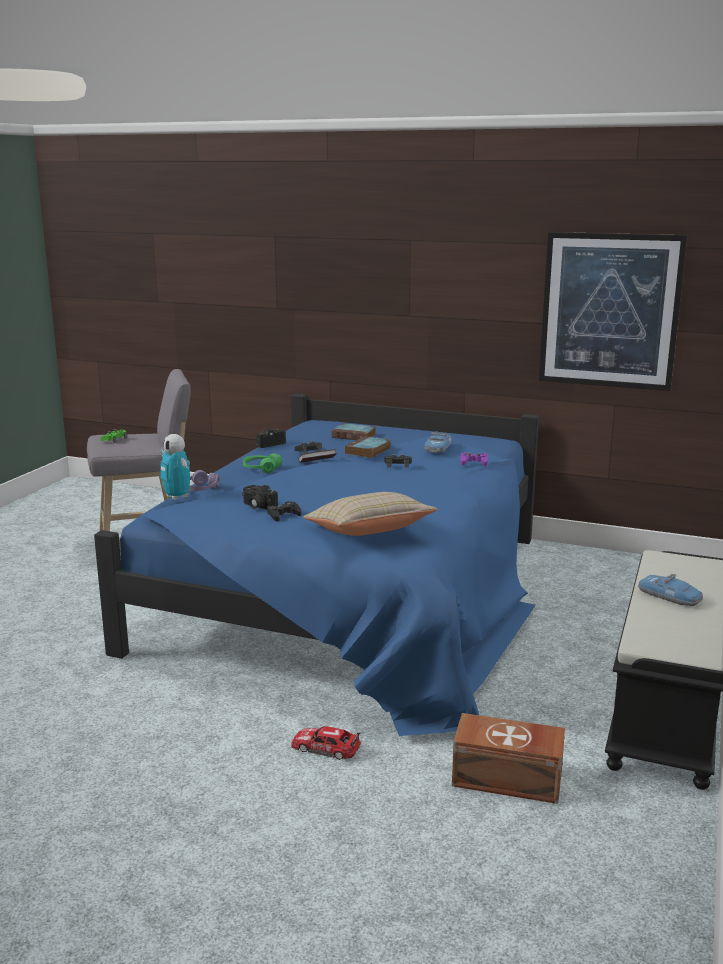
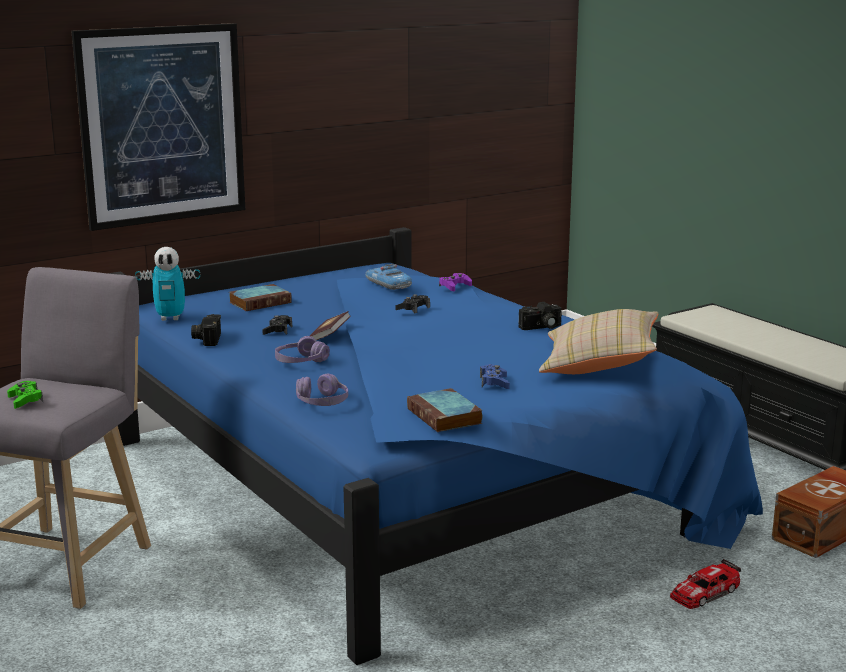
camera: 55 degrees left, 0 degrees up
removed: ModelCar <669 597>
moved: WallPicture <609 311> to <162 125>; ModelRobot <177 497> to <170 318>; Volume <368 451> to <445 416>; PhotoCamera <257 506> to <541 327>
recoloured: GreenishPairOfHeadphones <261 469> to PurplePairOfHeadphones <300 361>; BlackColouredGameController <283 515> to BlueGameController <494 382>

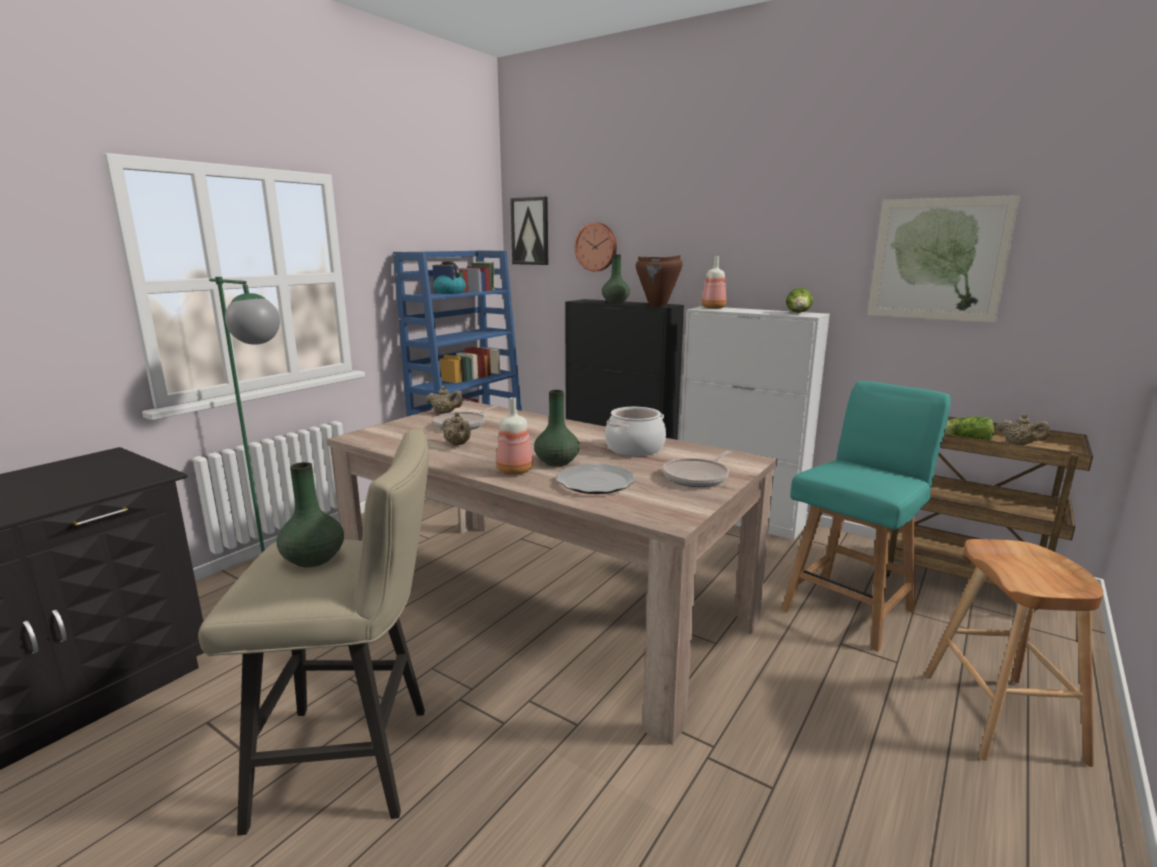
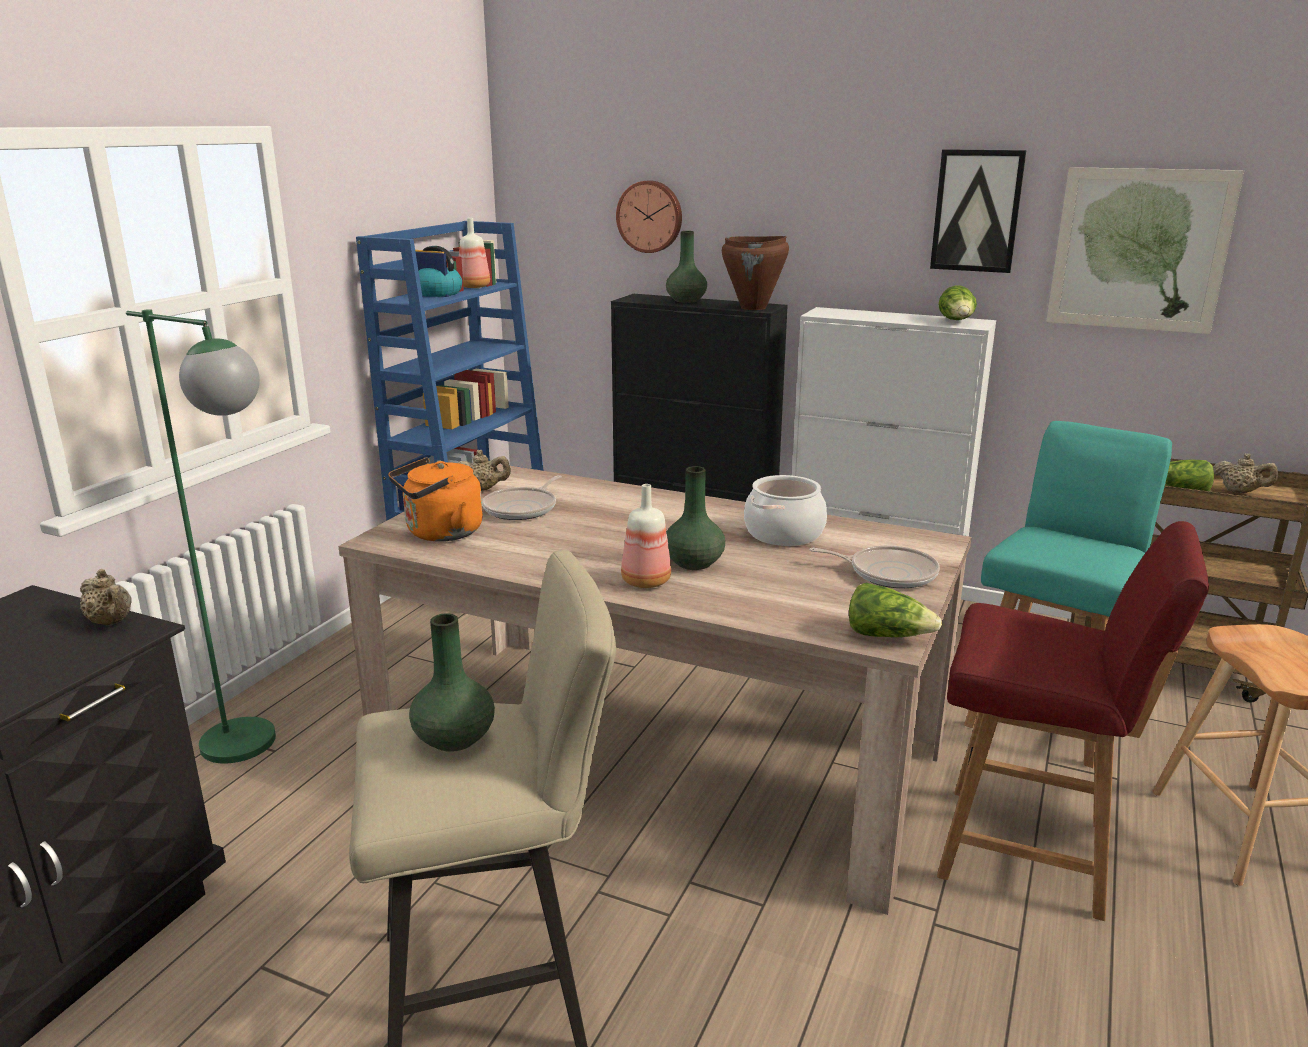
camera: 10 degrees left, 5 degrees up
removed: FlatDish <596 482>
added: OrangeyWaterKettle <440 533>; Lettuce <887 635>; RedUprightChair <1029 851>
moved: SandColouredPotForTea <458 444> to <111 622>; BeverageBottle <713 308> to <474 287>; WallPicture <530 231> to <977 211>
turned: FryingPan <697 477> = <888 573> 105 degrees counterclockwise

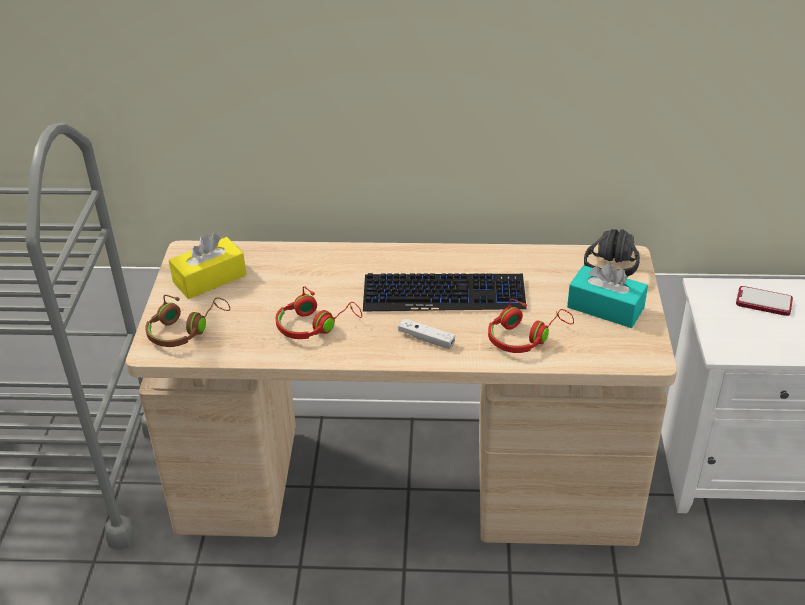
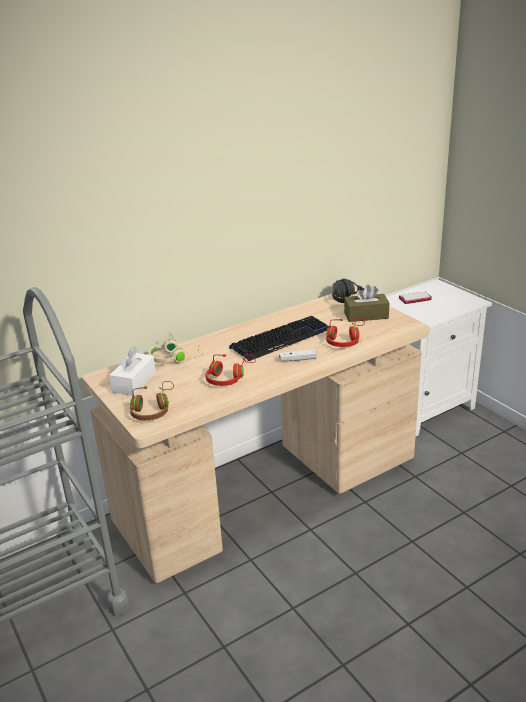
camera: 35 degrees left, 10 degrees down
added: SandColouredPairOfHeadphones <174 358>
recoloured: YellowColouredTissueBox <209 279> to WhiteColouredTissueBox <134 382>; TurquoiseTissueBox <605 308> to BrownishTissueBox <366 315>

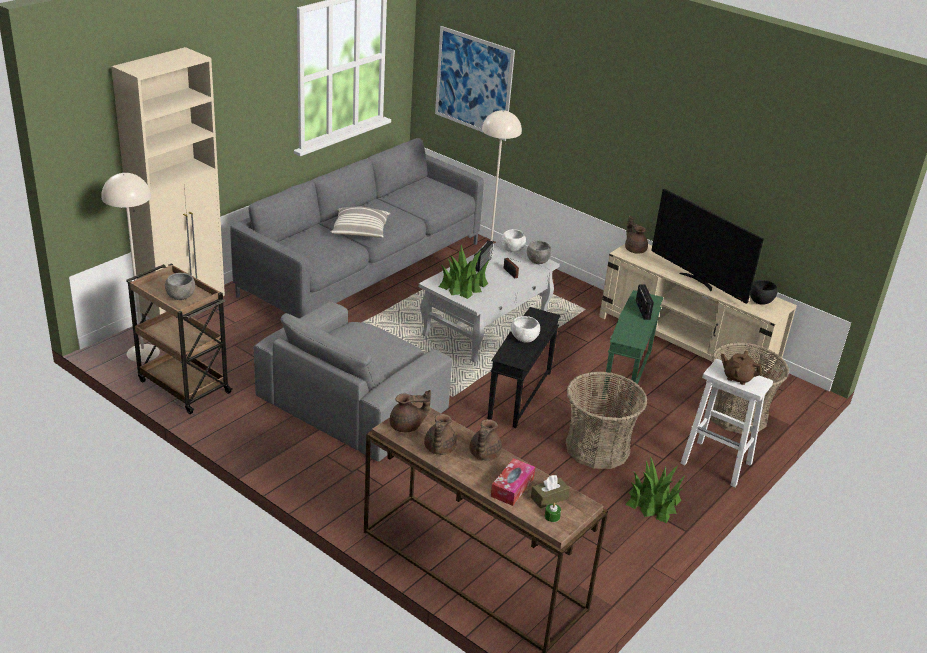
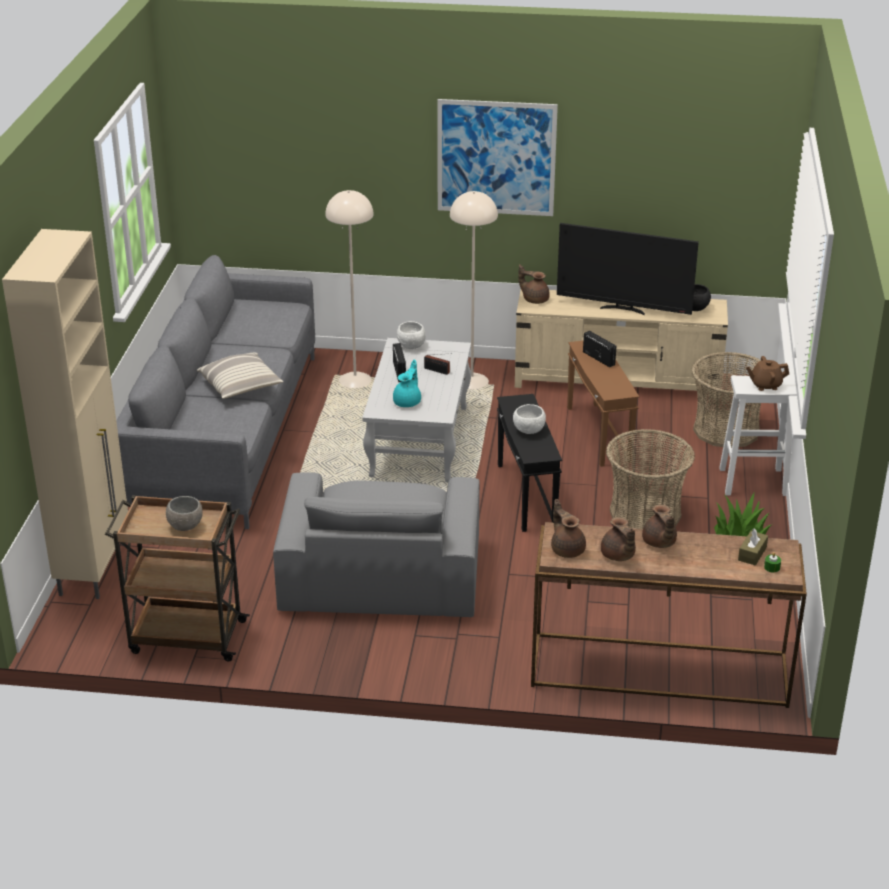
camera: 30 degrees left, 0 degrees up
removed: TissueBox <512 487>; GrayServingBowl <537 261>
moved: WallPicture <473 83> to <496 158>; SandColouredStandardLamp <143 352> to <472 381>
replaced: Houseplant <463 285> to TurquoisePotForTea <408 402>
recoloured: GreenishSideTable <626 375> to BrownishSideTable <597 434>
turned: BrownishPotForTea <407 426> = <567 549> 75 degrees counterclockwise

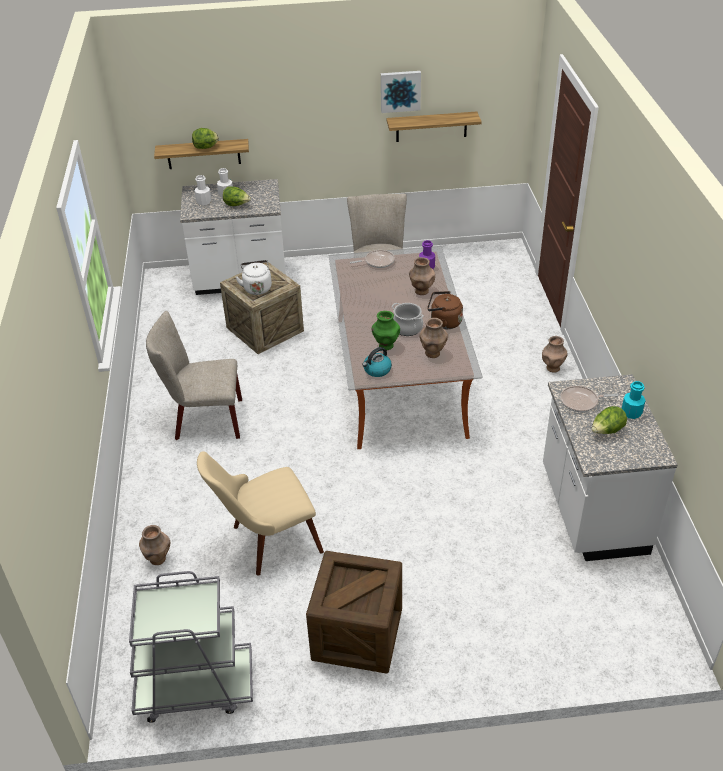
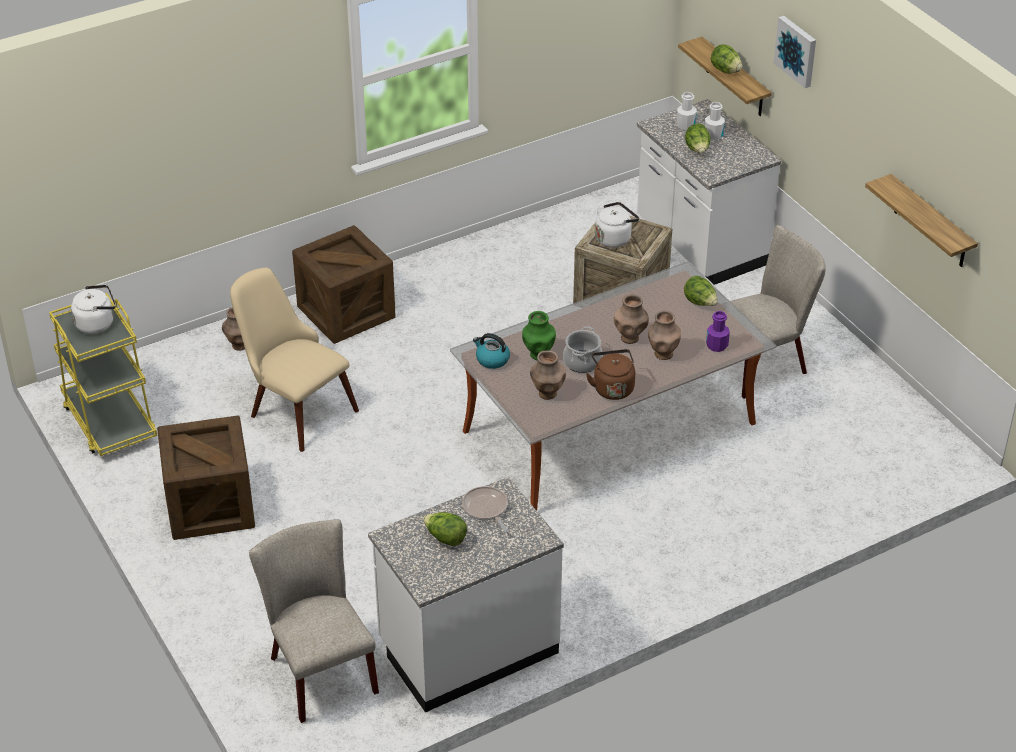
camera: 65 degrees right, 0 degrees up
removed: TurquoiseBeverageBottle <631 412>
added: WhiteColouredWaterKettle <97 323>; ShippingCrate <346 312>
moved: SandColouredUprightChair <203 420> to <319 670>; BrownishDecorativeVase <552 368> to <630 338>; WallPicture <400 91> to <797 51>
replaced: FryingPan <377 261> to Lettuce <700 303>
recoloured: GrayWheeledCart <195 687> to YellowColouredWheeledCart <110 422>

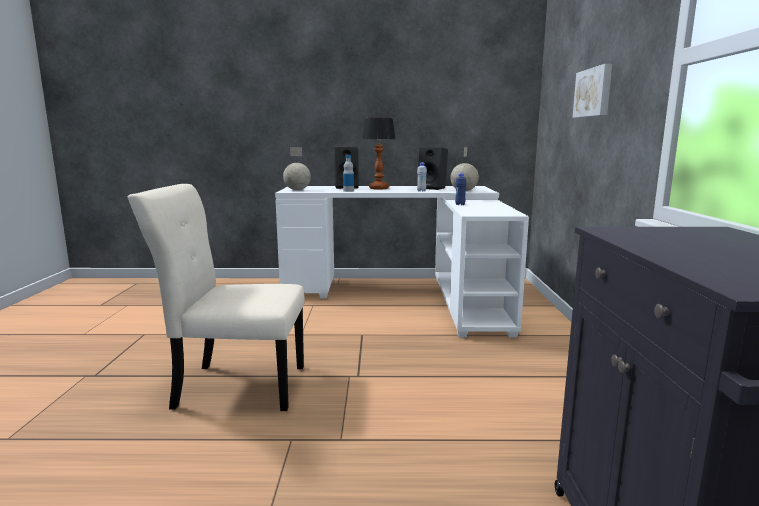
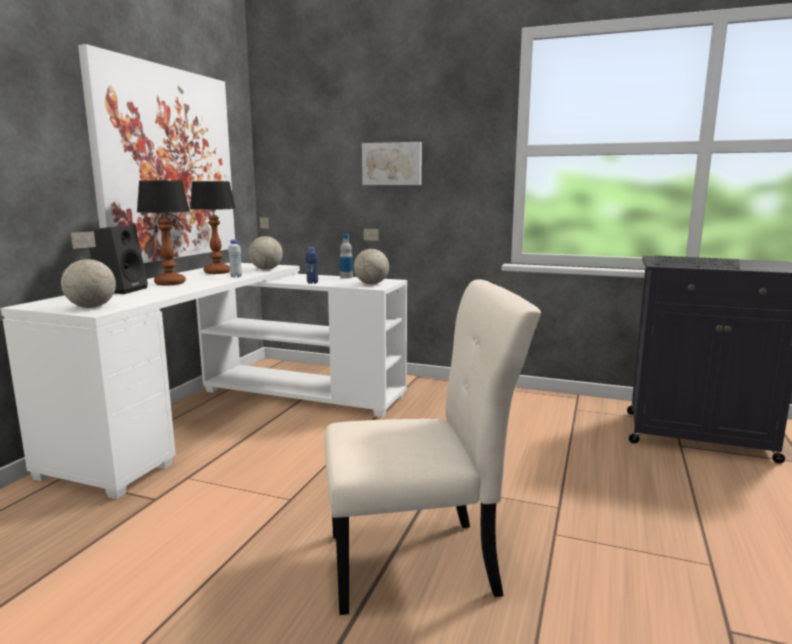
camera: 70 degrees left, 0 degrees up
added: WallPicture <167 164>; WorldGlobe <371 284>; ComputerKeyboard <695 264>
moved: BeverageBottle <348 191> to <346 277>
replaced: BlackColouredLoudspeaker <432 188> to TabletopLamp <217 272>
turned: SandColouredUprightChair <236 386> = <420 563> 120 degrees counterclockwise

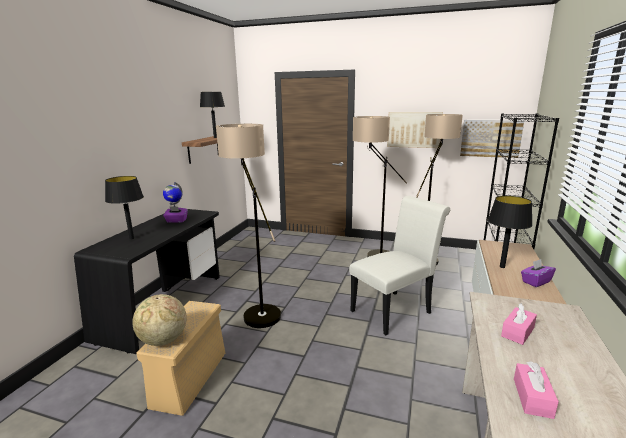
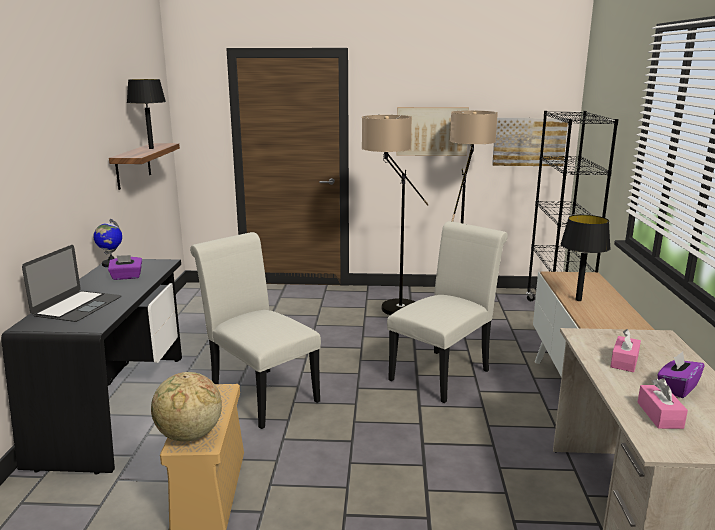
camera: 15 degrees left, 0 degrees up
moved: PurpleTissueBox <535 282> to <677 388>
replaced: BlackColouredTabletopLamp <131 238> to Laptop <77 306>; StandardLamp <257 309> to WhiteColouredUprightChair <260 394>

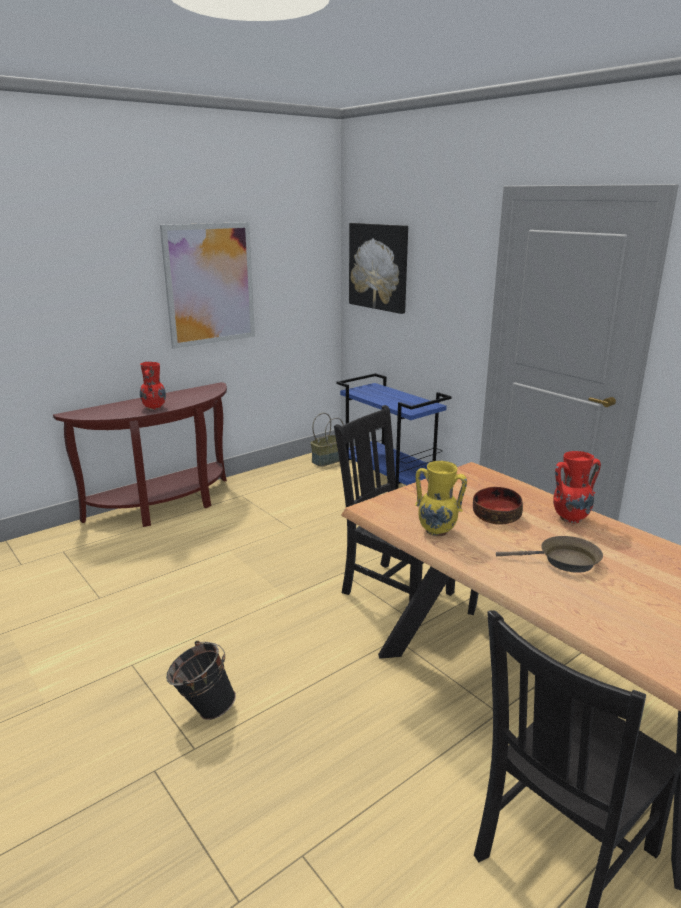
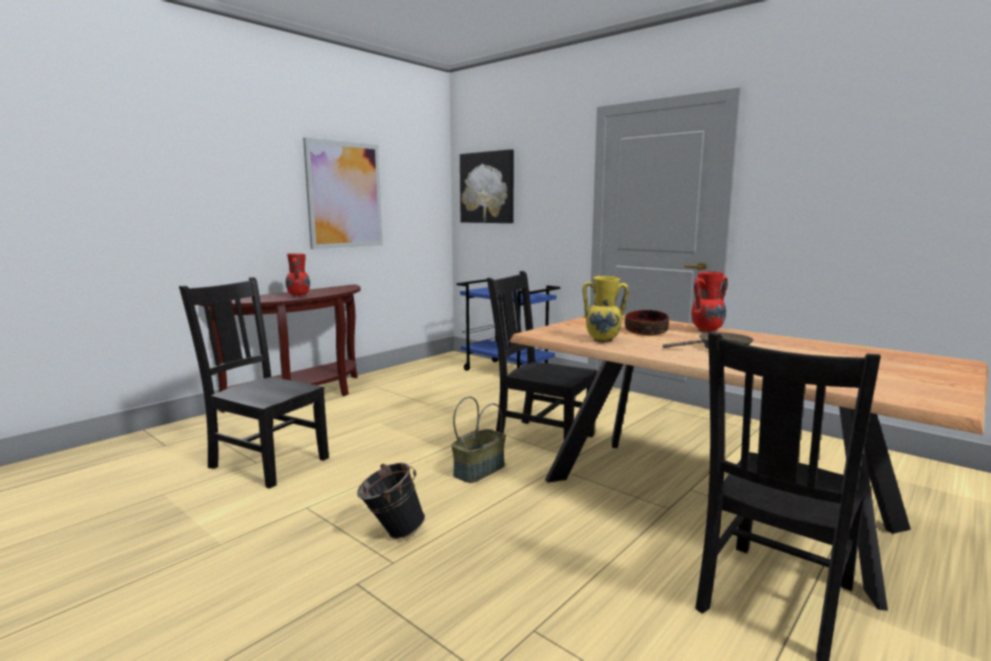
camera: 10 degrees left, 10 degrees down
added: BlackColouredUprightChair <266 462>
moved: HouseholdBasket <329 460> to <479 470>

